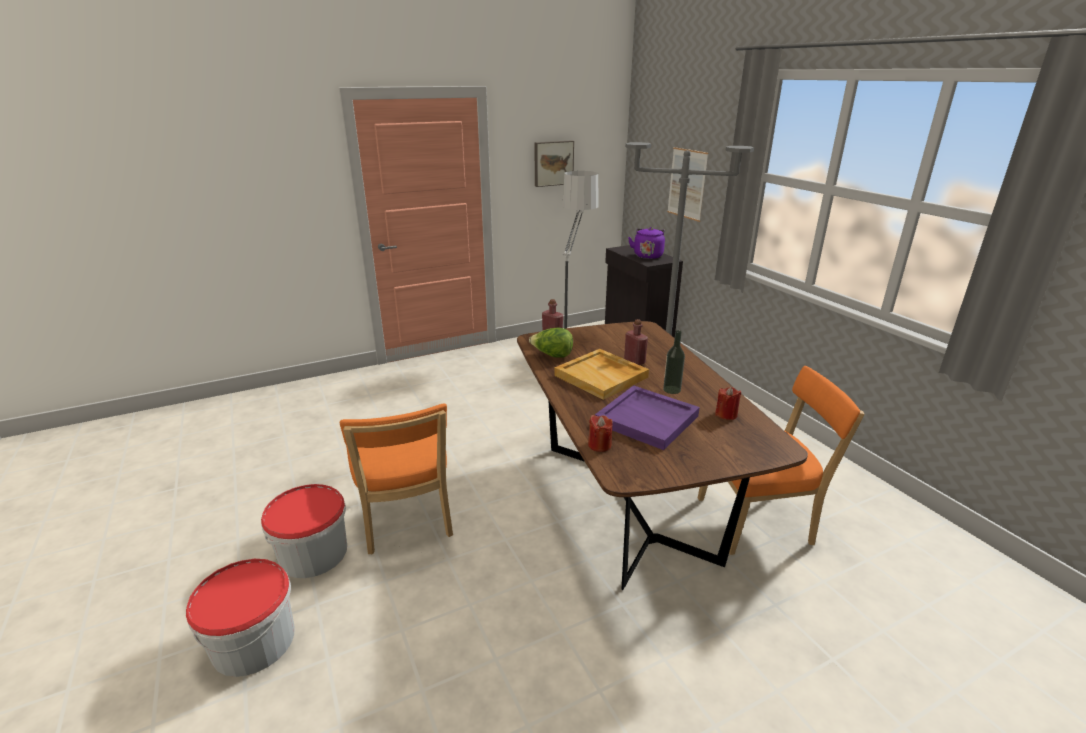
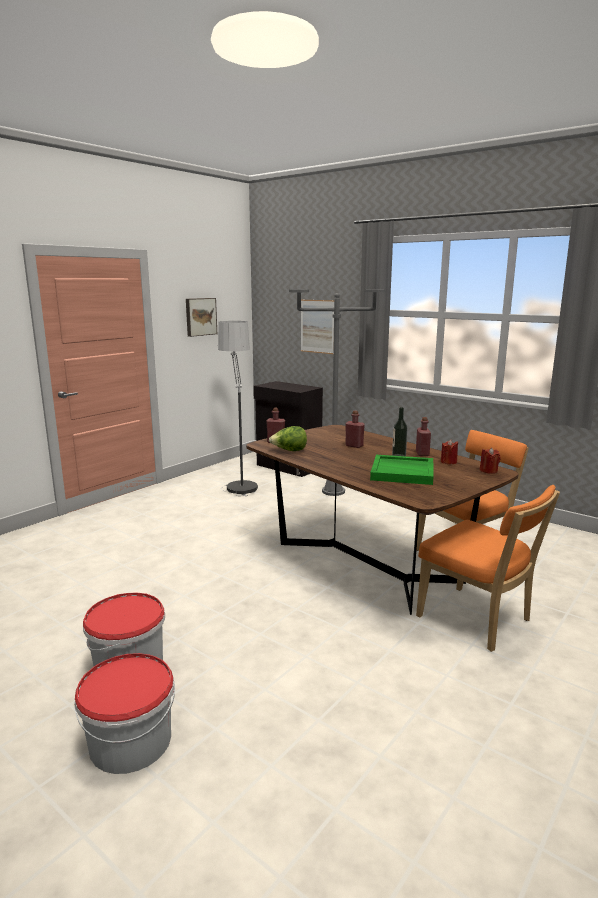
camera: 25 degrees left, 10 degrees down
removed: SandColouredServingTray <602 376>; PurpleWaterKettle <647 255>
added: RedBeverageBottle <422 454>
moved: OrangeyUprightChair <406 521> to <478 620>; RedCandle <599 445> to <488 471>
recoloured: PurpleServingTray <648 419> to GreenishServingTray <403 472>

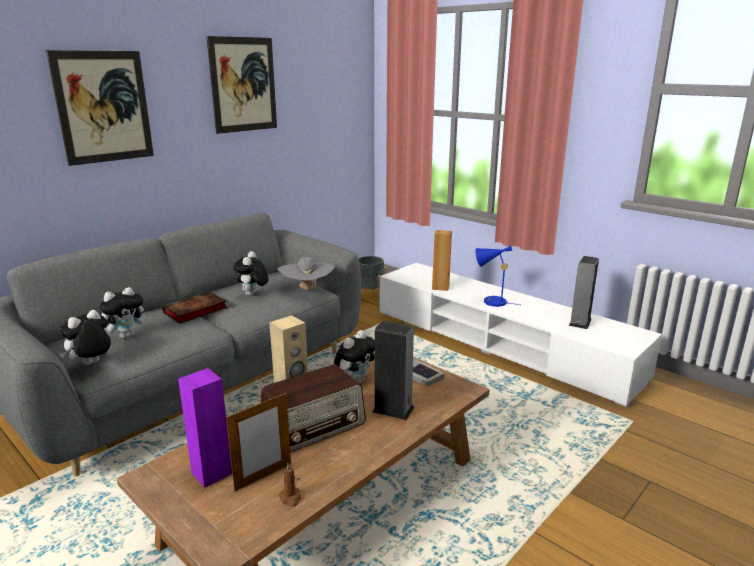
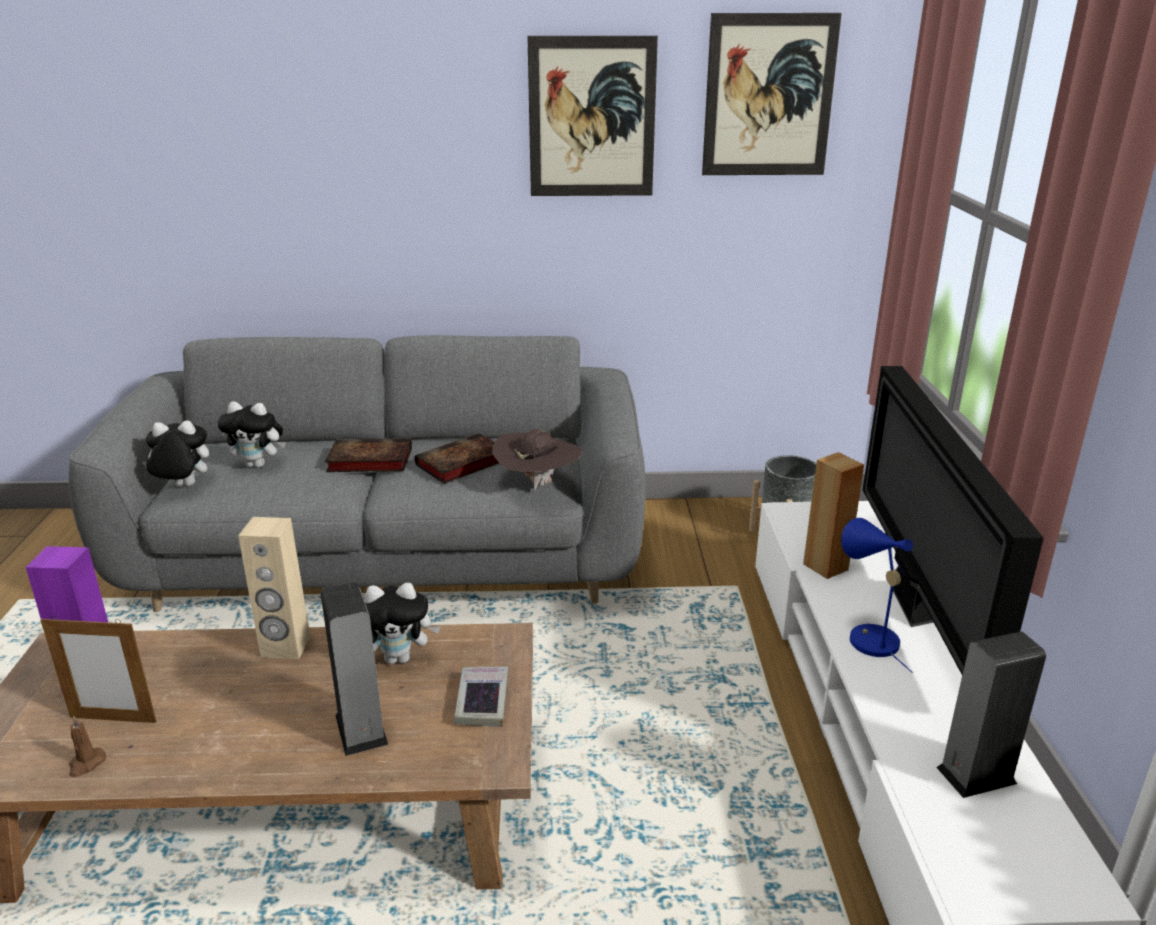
camera: 45 degrees right, 5 degrees up
removed: RadioSet <314 426>
added: TvSet <912 606>
moved: WallPicture <103 107> to <769 96>
replaced: PlushToy <252 295> to Volume <460 464>
recoloured: GrayWearableHat <307 289> to BrownishWearableHat <537 483>

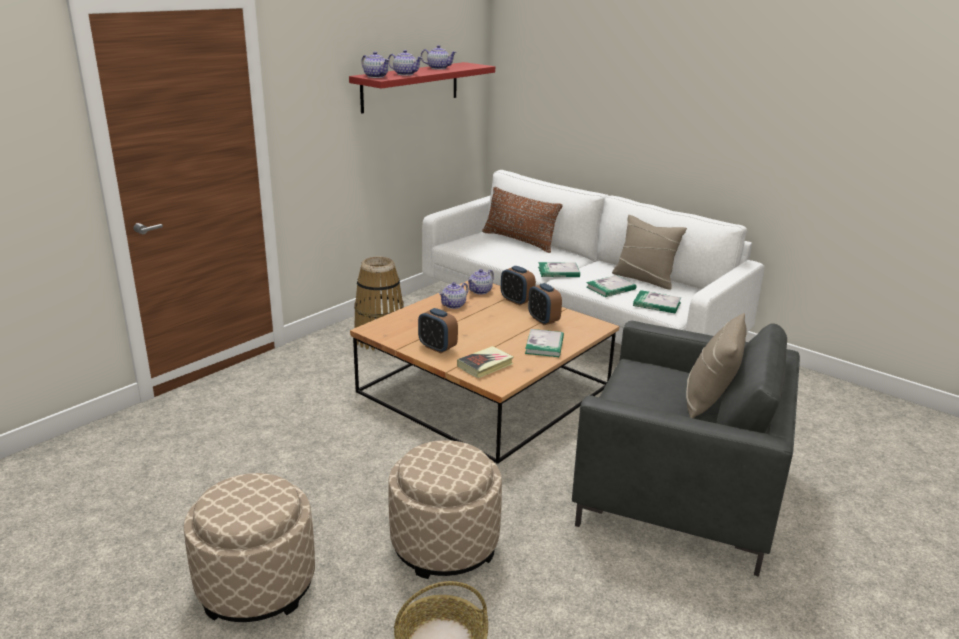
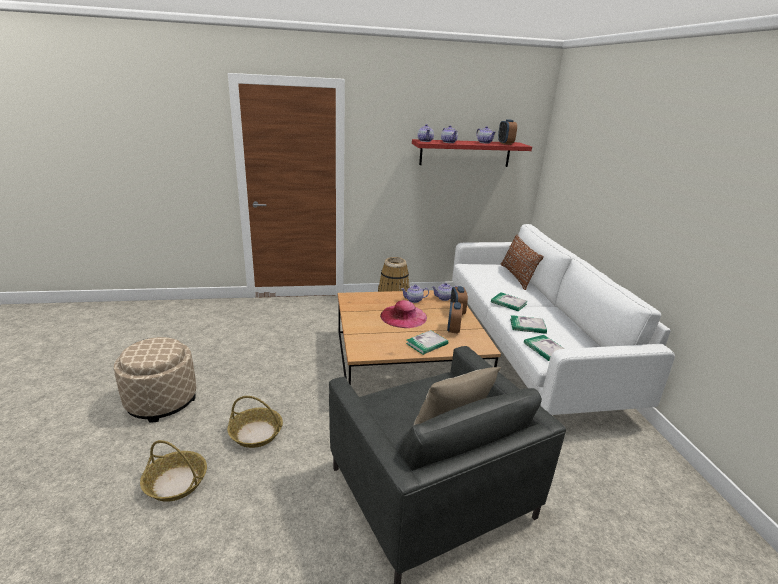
camera: 40 degrees right, 0 degrees up
removed: Volume <485 365>; SandColouredThrowPillow <644 279>
added: PinkishWearableHat <403 316>
moved: AlarmClock <437 347> to <505 143>
replaced: SandColouredPouffe <444 544> to HouseholdBasket <256 433>

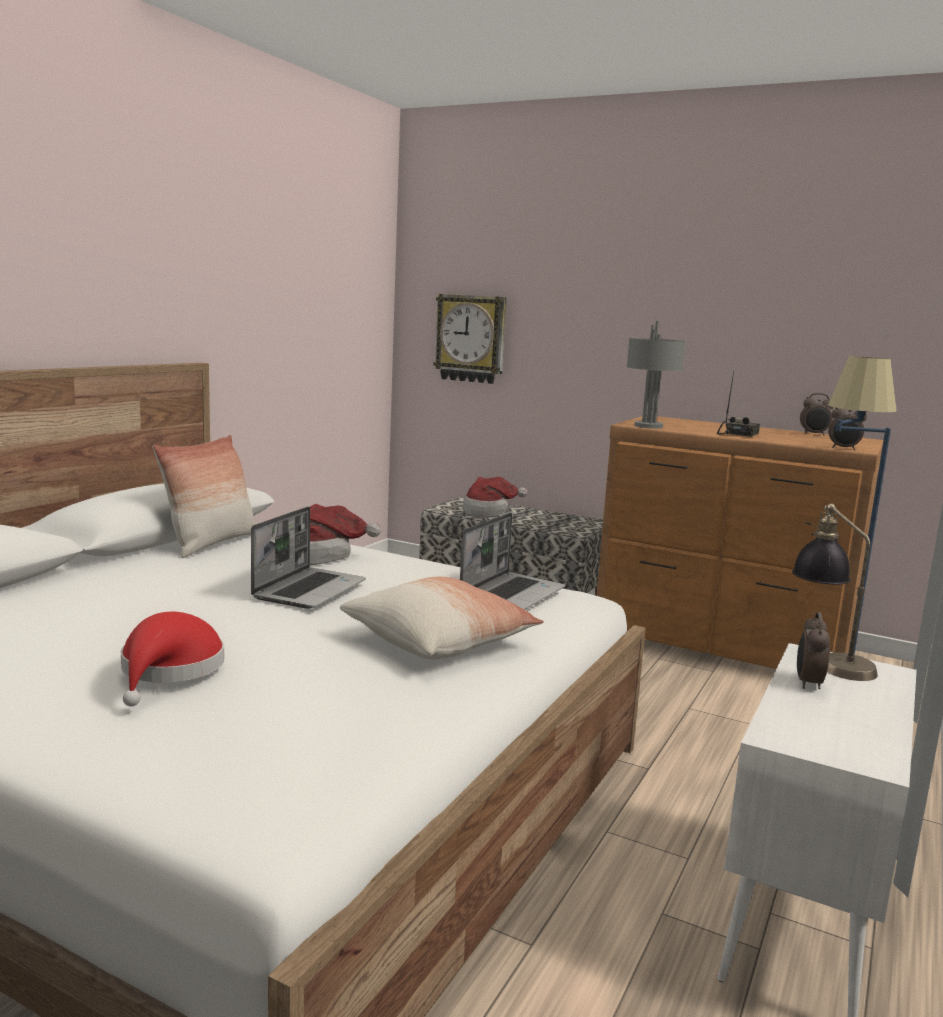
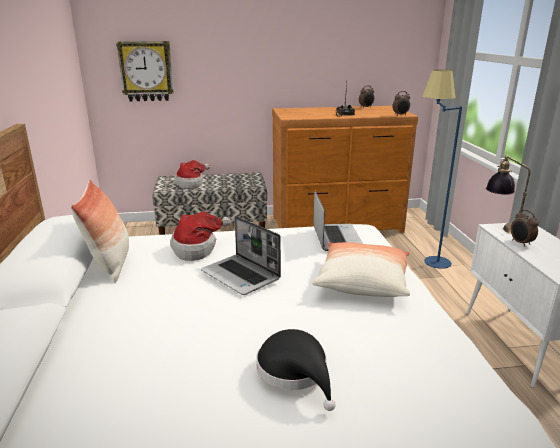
camera: 35 degrees left, 10 degrees up
removed: GrayTabletopLamp <649 426>
recoloured: RedWearableHat <170 670> to BlackColouredWearableHat <295 371>
turned: Laptop <309 590> = <241 276> 150 degrees clockwise

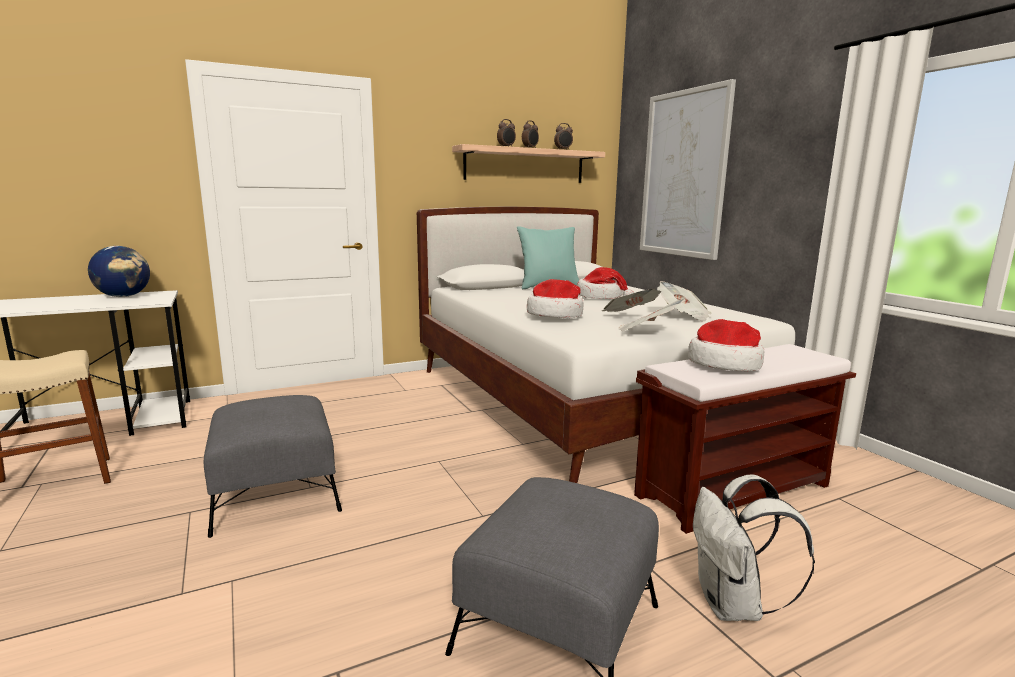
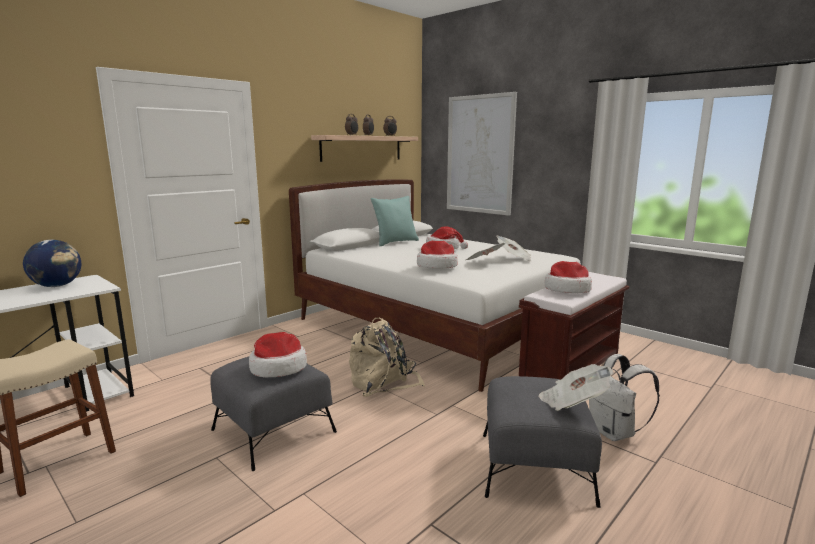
camera: 20 degrees left, 0 degrees up
added: WearableHat <278 368>; SandColouredRucksack <384 382>
moved: DailyPaper <647 333> to <573 402>

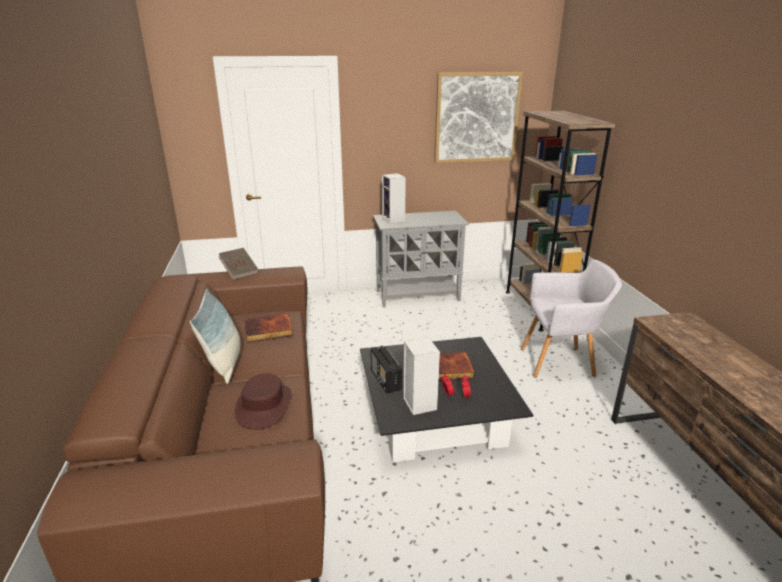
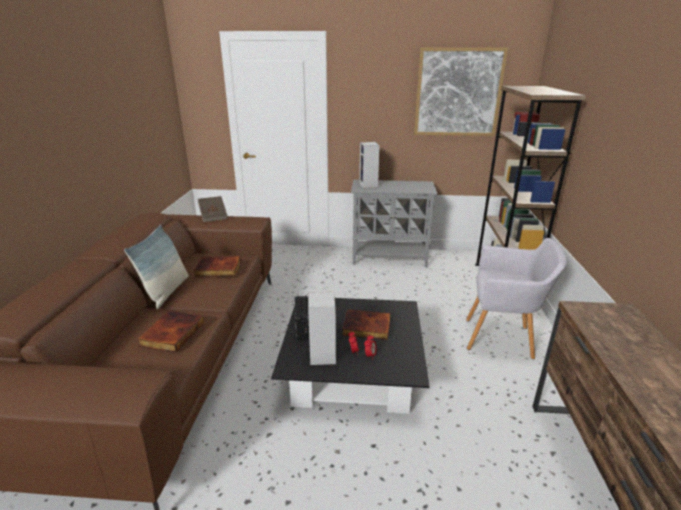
camera: 15 degrees right, 0 degrees up
replaced: BrownishWearableHat <264 406> to Volume <172 333>

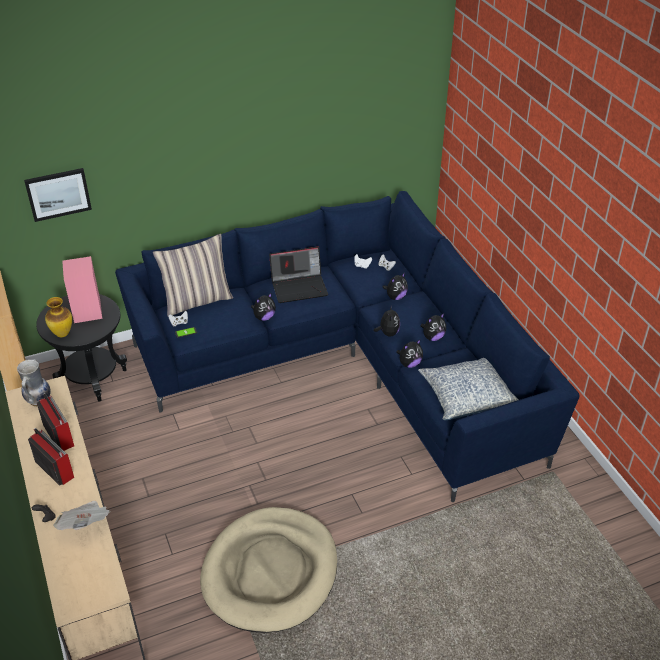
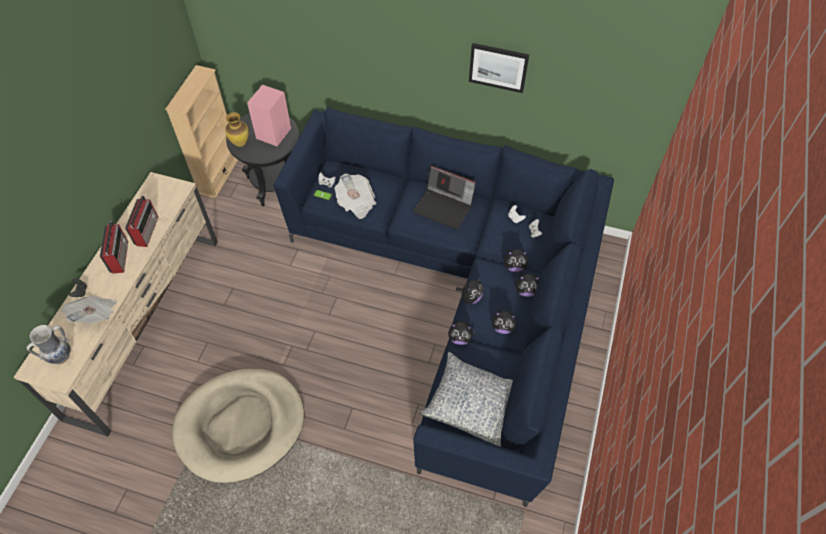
camera: 40 degrees right, 15 degrees up
removed: ThrowPillow <197 300>
added: DailyPaper <356 203>
moved: DecorativeVase <38 400> to <60 356>; WallPicture <58 194> to <498 67>; PlushToy <264 317> to <526 291>

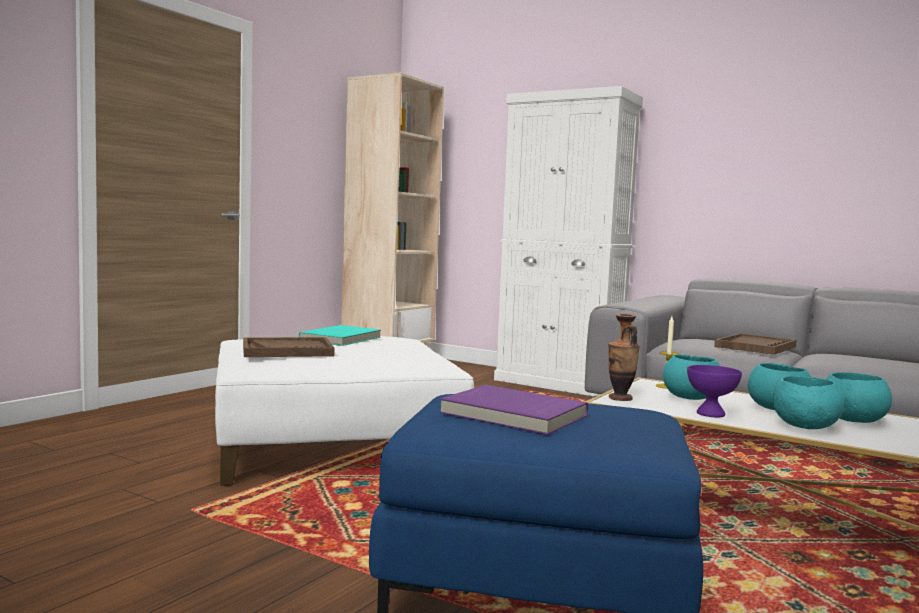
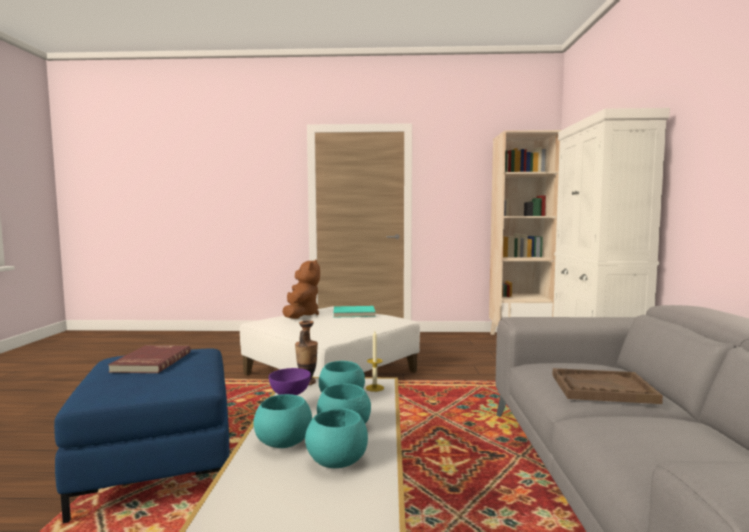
camera: 60 degrees right, 0 degrees up
replaced: BrownishServingTray <287 350> to BrownishPlushToy <301 315>
recoloured: PurpleVolume <512 415> to RedVolume <150 362>

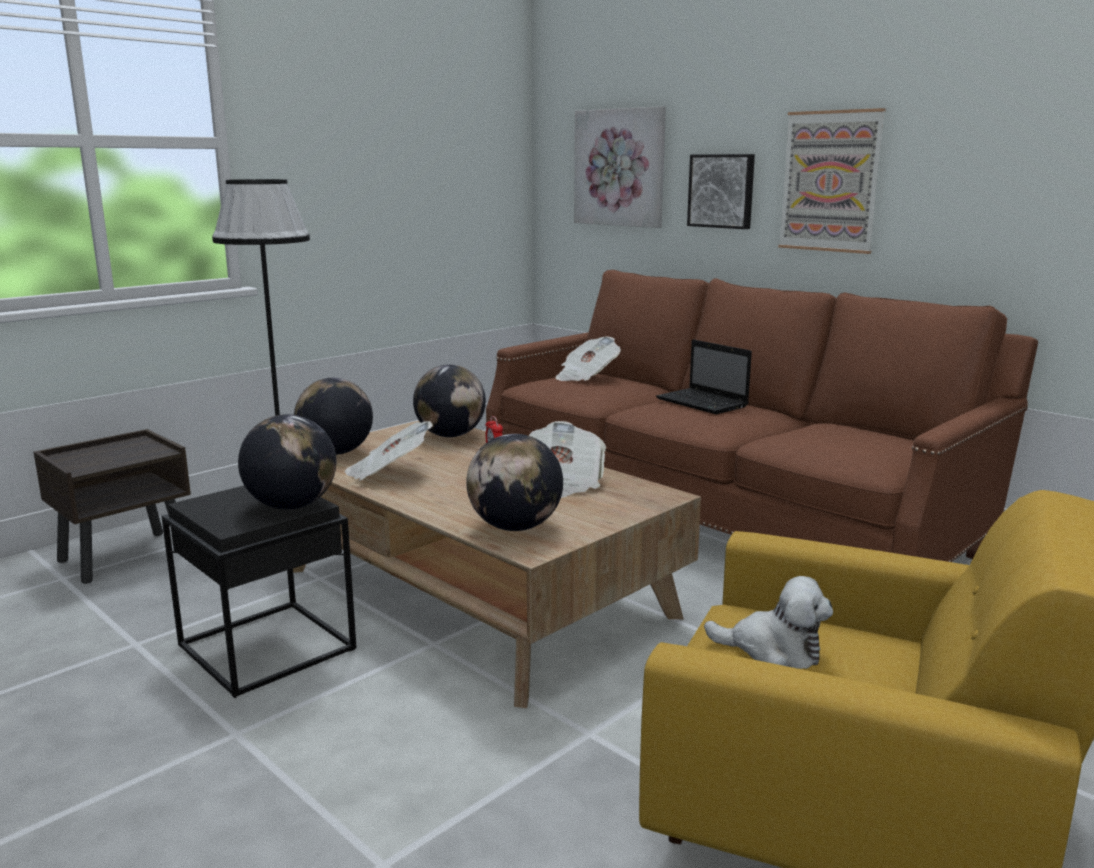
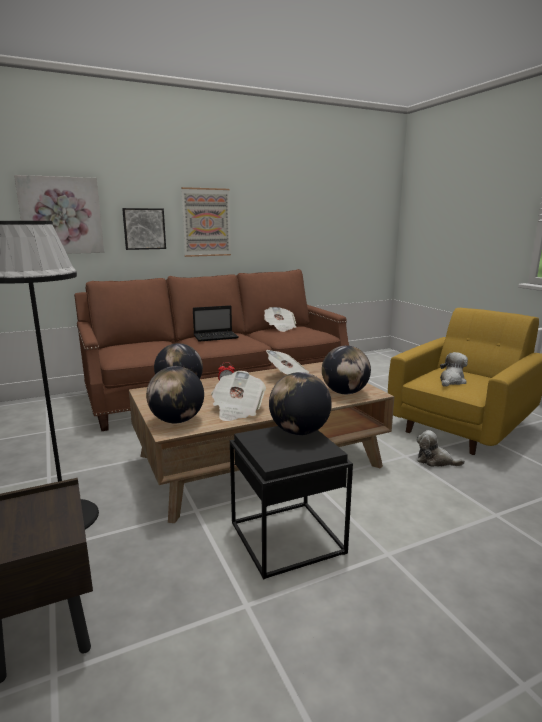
camera: 70 degrees left, 0 degrees up
added: PlushToy <435 461>
moved: DailyPaper <586 377> to <280 328>

